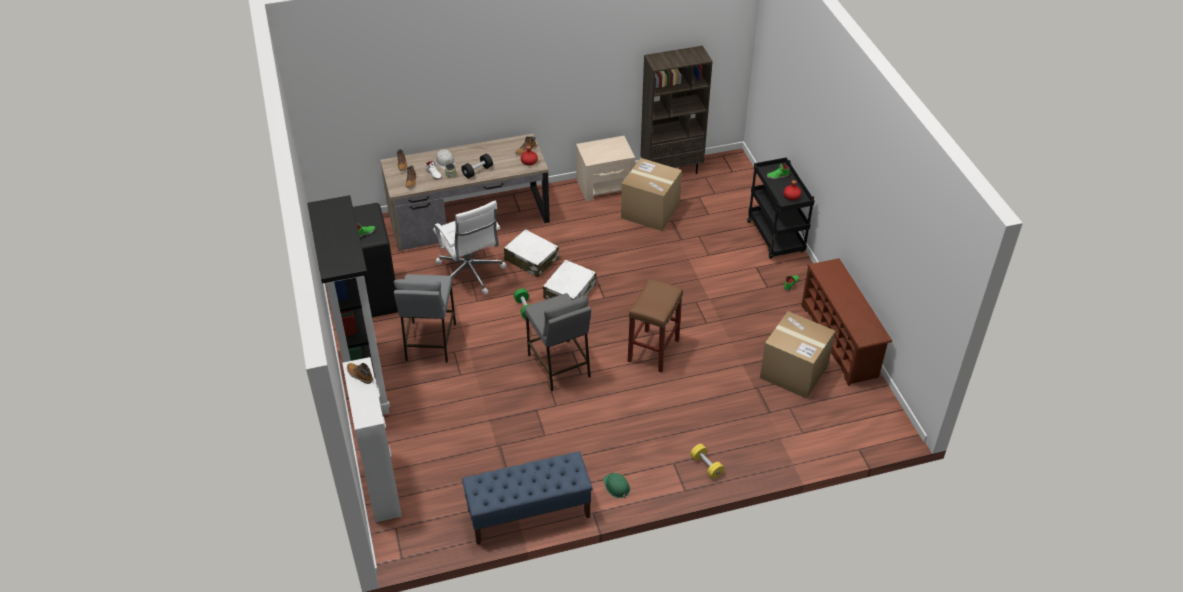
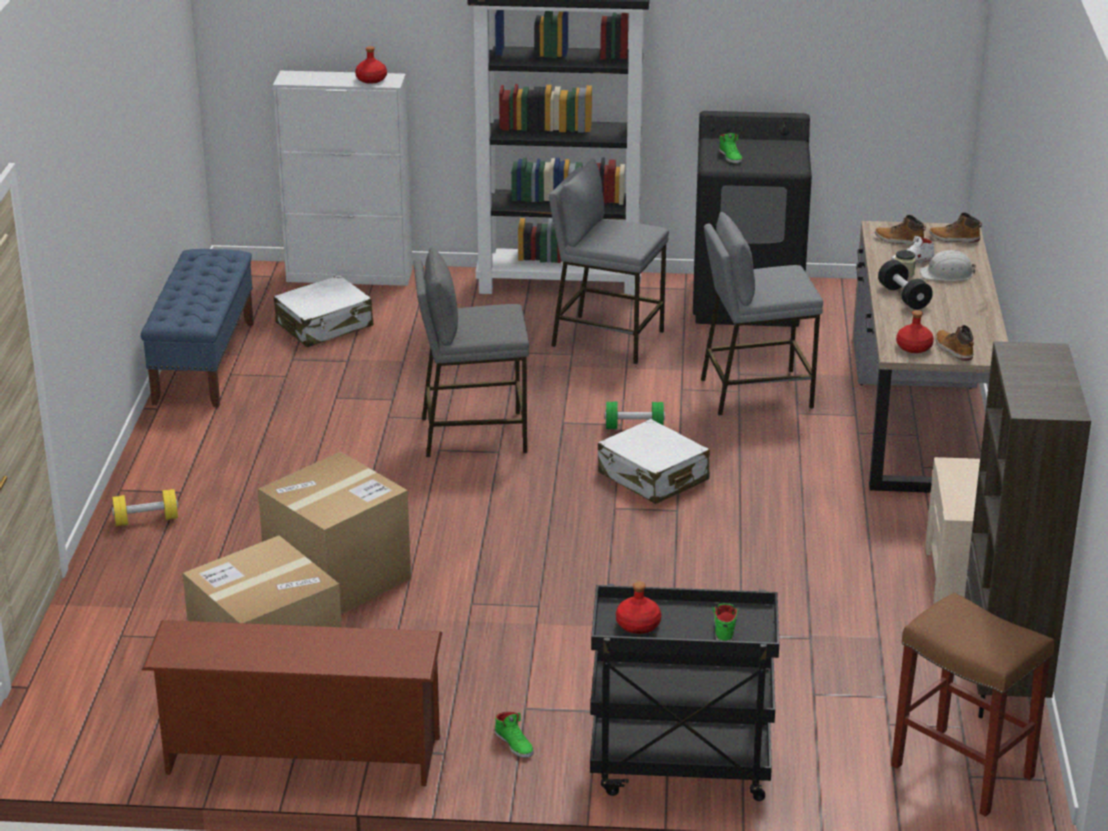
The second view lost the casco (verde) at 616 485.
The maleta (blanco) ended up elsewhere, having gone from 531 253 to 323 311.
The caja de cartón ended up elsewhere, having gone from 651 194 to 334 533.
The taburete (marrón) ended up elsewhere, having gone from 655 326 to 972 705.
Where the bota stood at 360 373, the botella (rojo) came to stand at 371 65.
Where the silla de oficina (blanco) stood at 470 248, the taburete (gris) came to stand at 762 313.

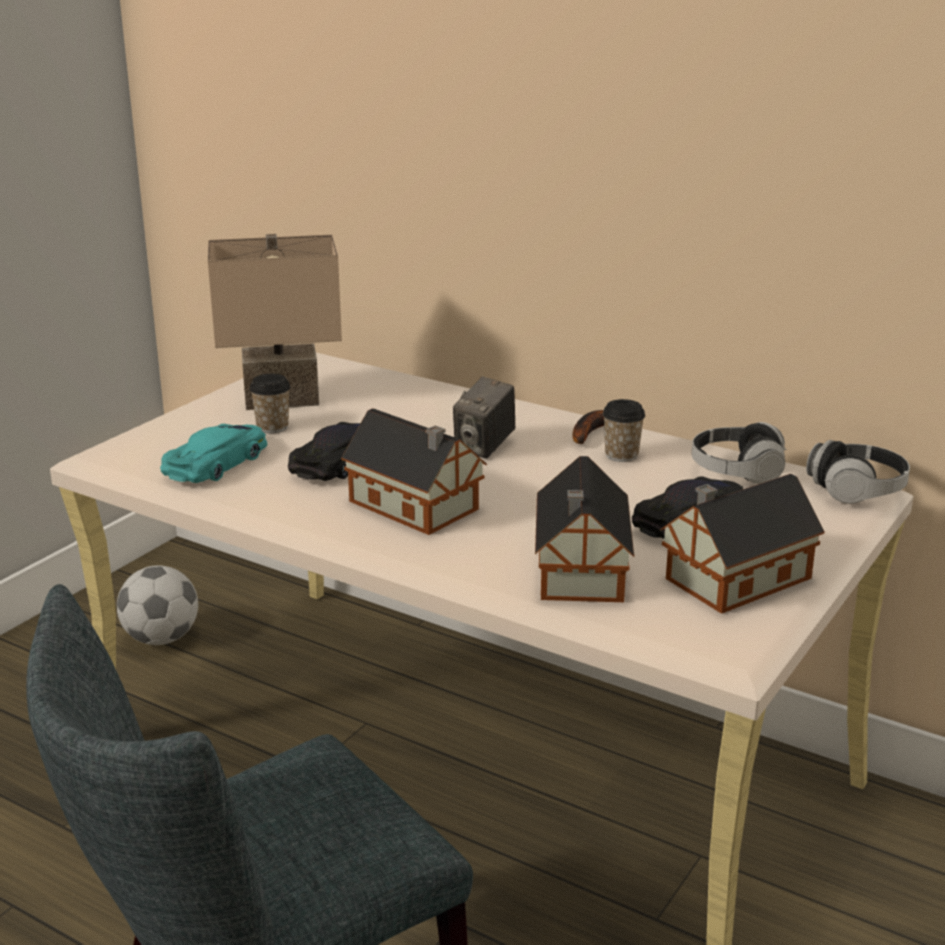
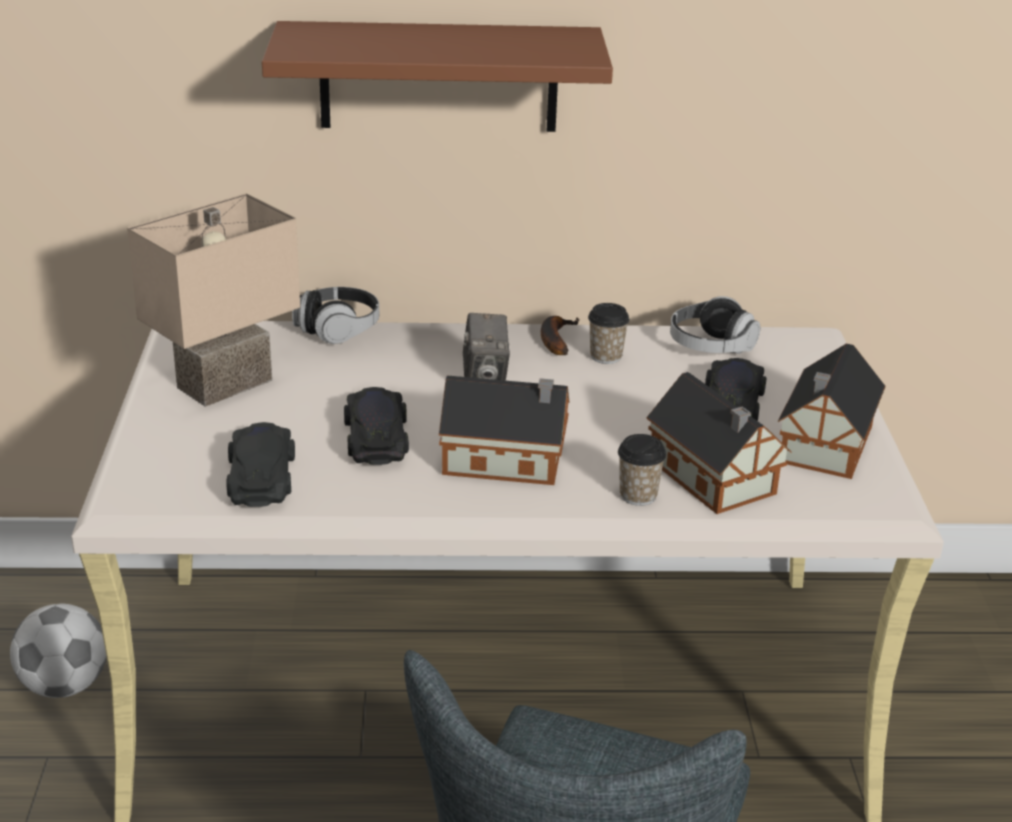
The second view gained the estante (marrón) at 437 76.
The taza ended up elsewhere, having gone from 270 403 to 642 470.
The auriculares ended up elsewhere, having gone from 858 472 to 335 315.
What was the coche de juguete (turquesa) at 213 453 turned into the coche de juguete (negro) at 261 464.

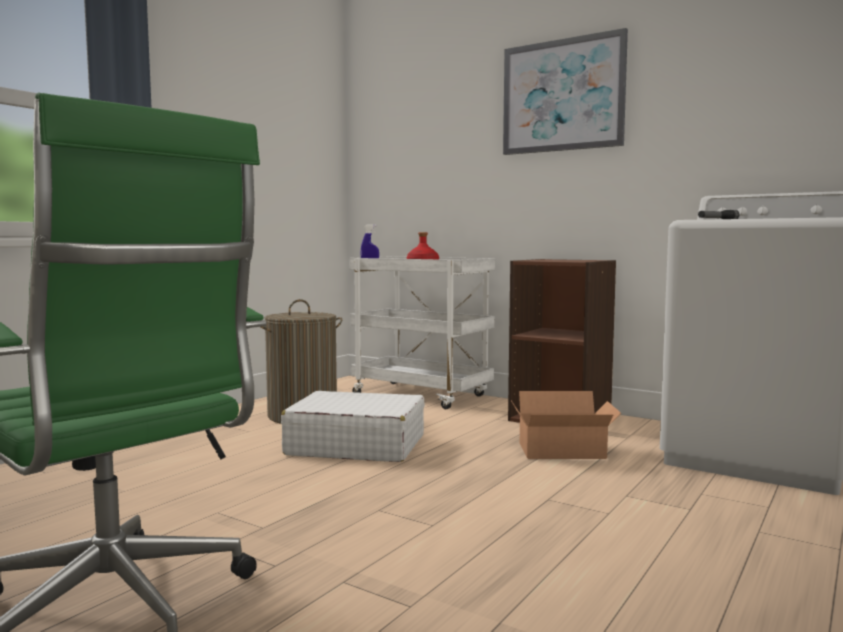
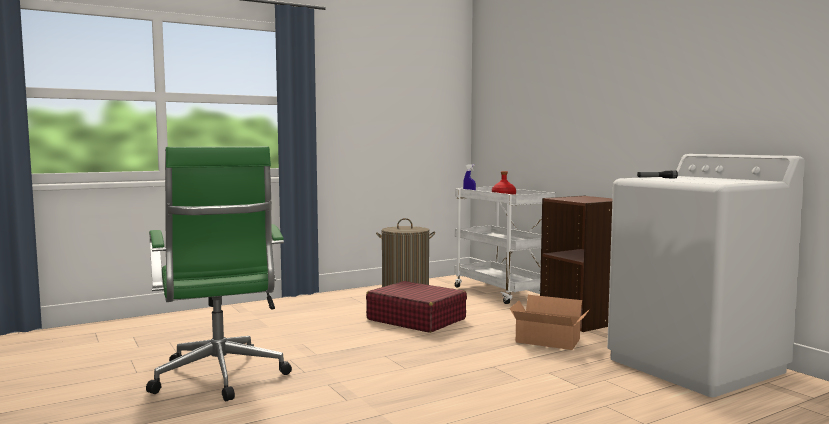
The second view lost the cuadro at 565 91.
What was the maleta (blanco) at 353 426 turned into the maleta (rojo) at 416 307.

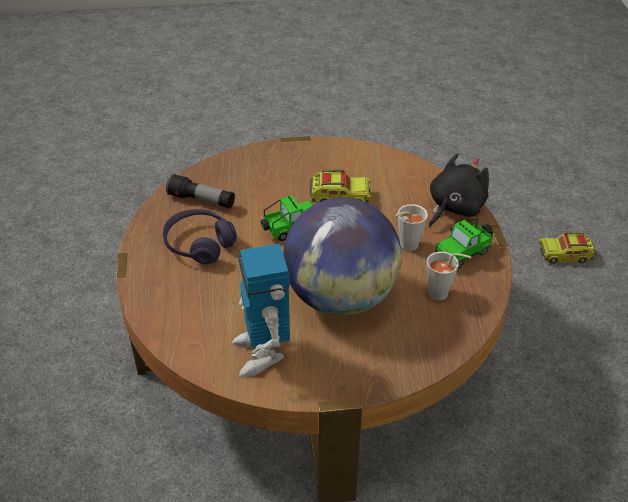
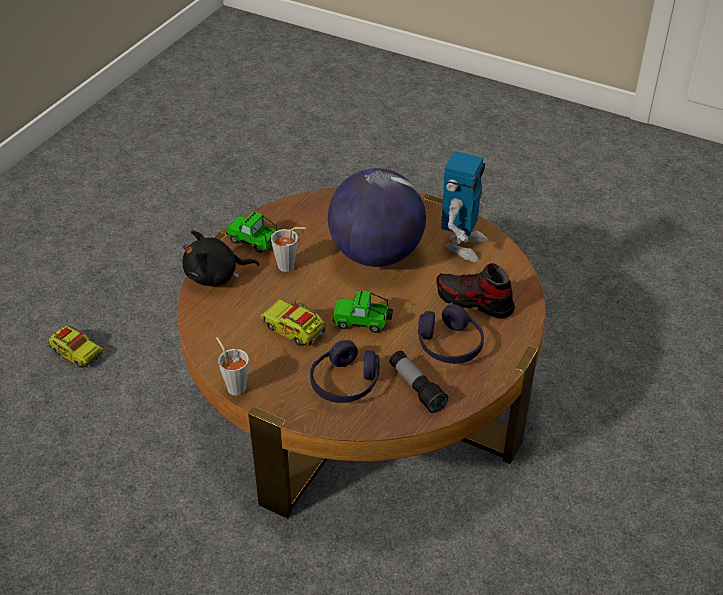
The second view gained the auriculares (morado) at 345 371.
The second view gained the zapato at 475 291.
The taza (gris) ended up elsewhere, having gone from 449 275 to 232 366.
The coche de juguete at 464 243 ended up facing another way, 150 degrees counterclockwise from before.

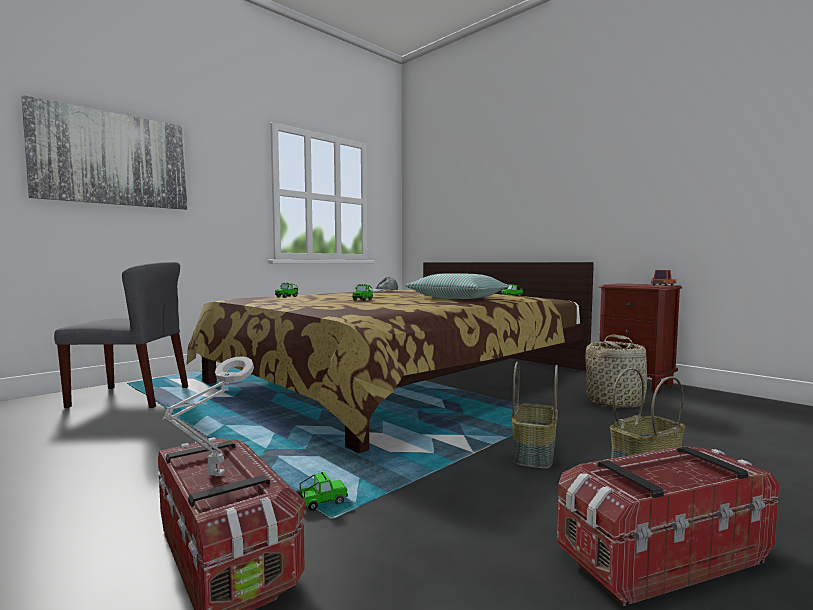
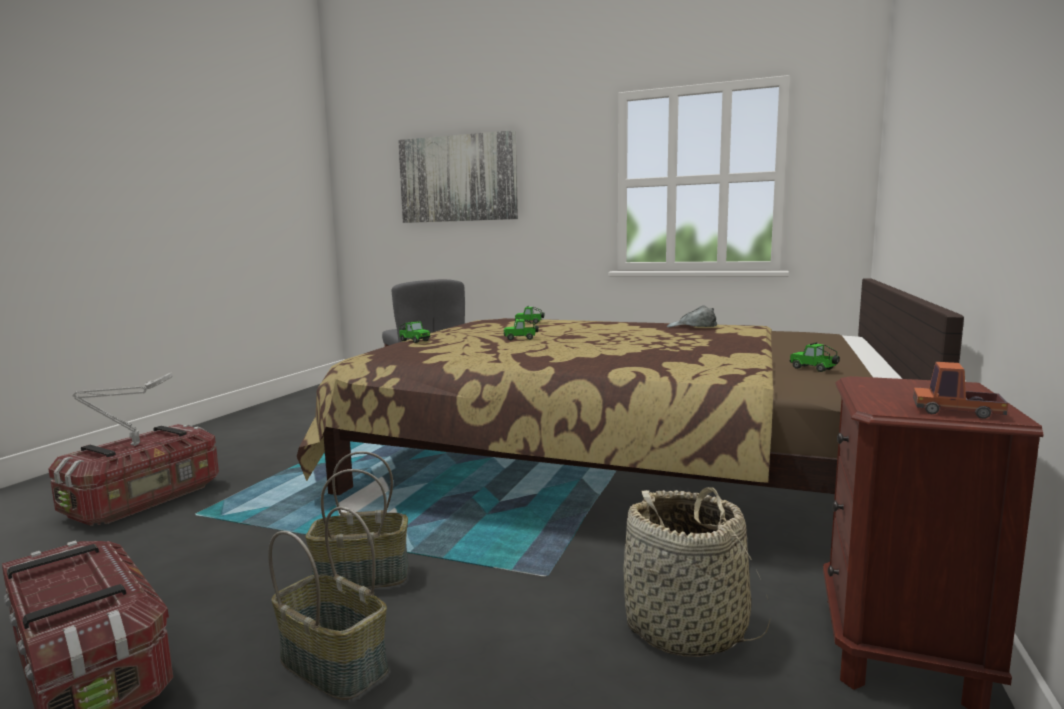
The second view lost the cojín at 457 286.
The coche de juguete ended up elsewhere, having gone from 322 491 to 414 332.

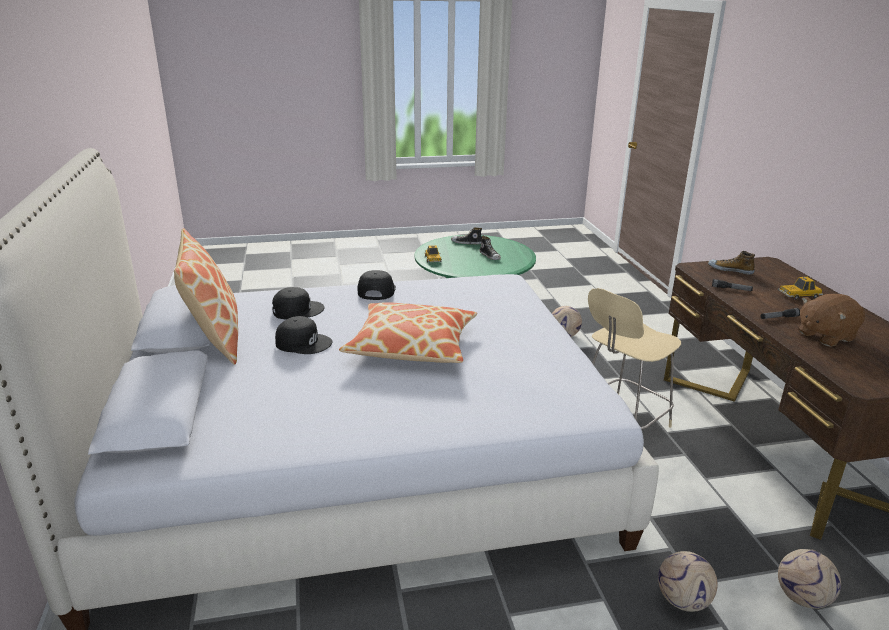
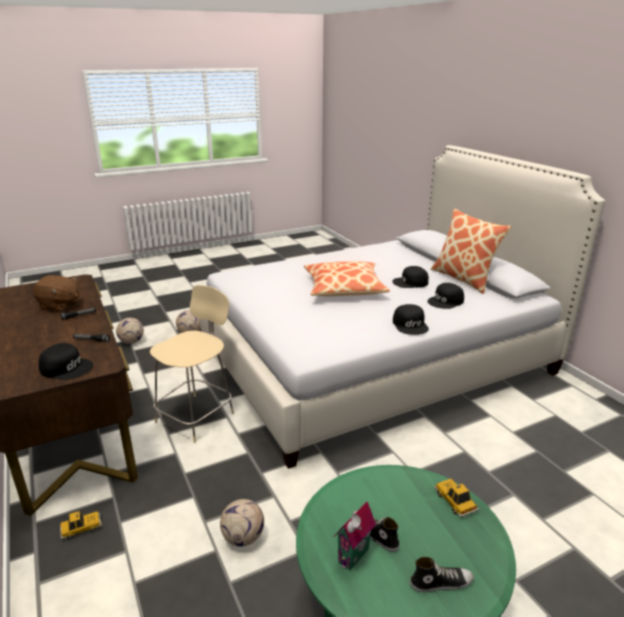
The second view gained the casita at 355 535.
The coche de juguete ended up elsewhere, having gone from 800 288 to 81 525.
Where the zapato stood at 731 263, the gorra (negro) came to stand at 65 361.
The peluche (marrón) at 831 320 ended up facing another way, 60 degrees clockwise from before.

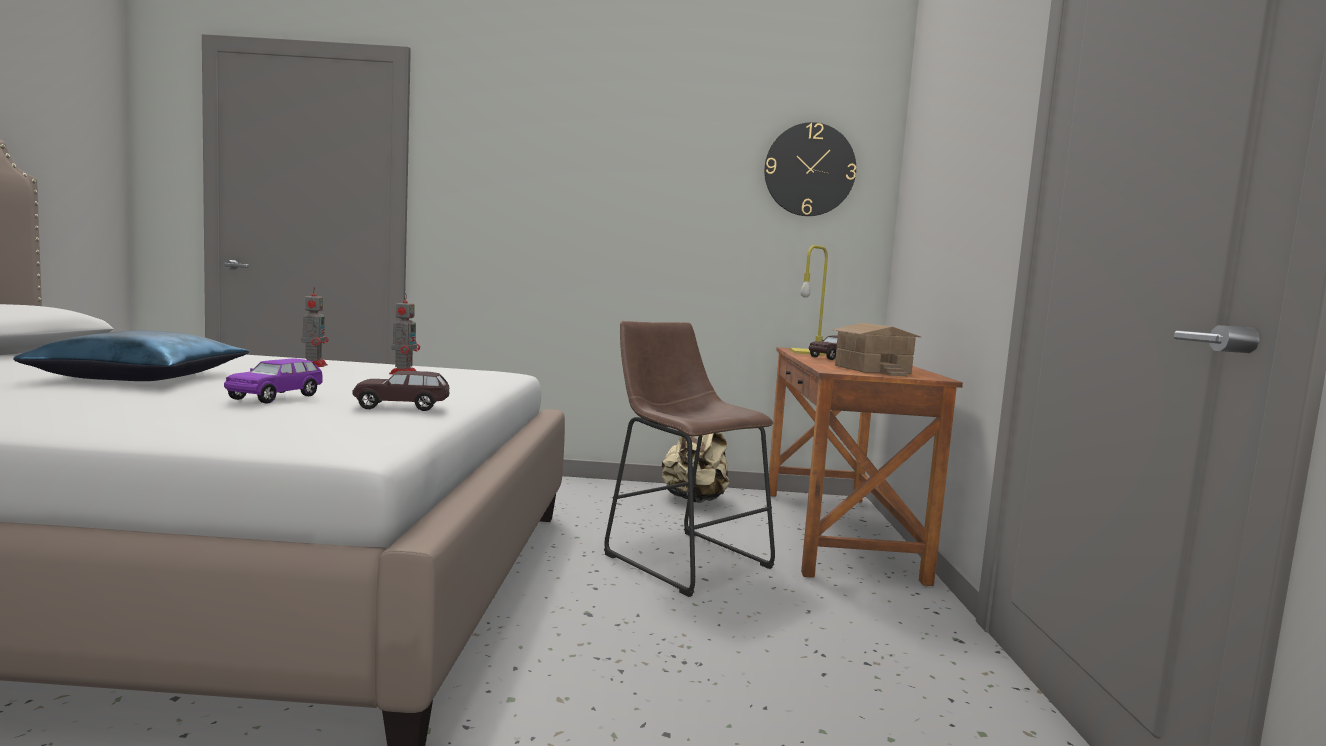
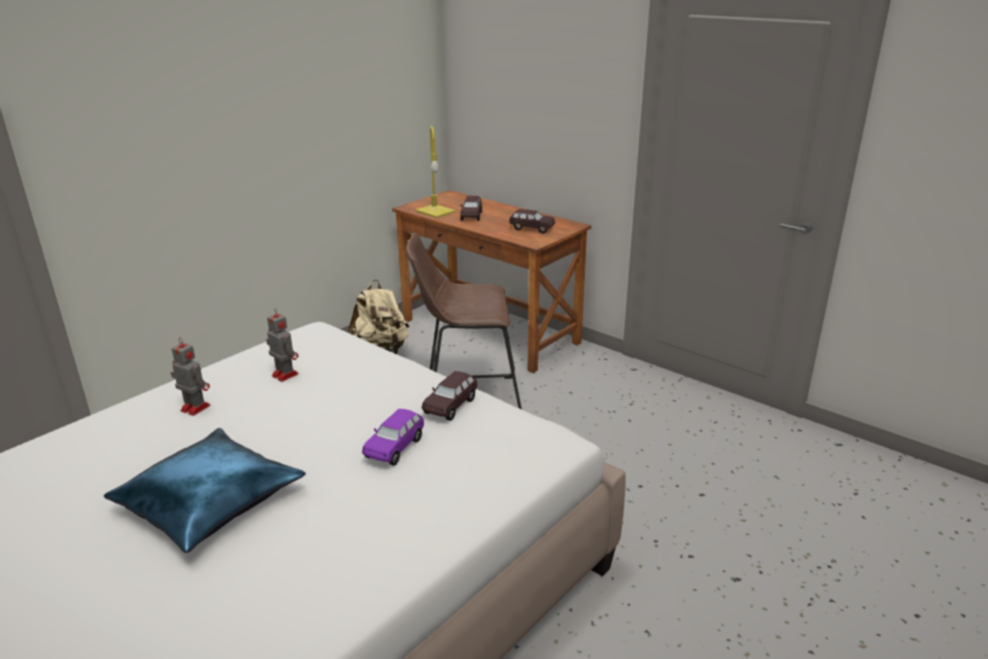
The second view lost the reloj de pared at 810 169.
Where the casita stood at 876 349, the coche de juguete (marrón) came to stand at 532 221.
The coche de juguete (morado) at 273 381 ended up facing another way, 60 degrees clockwise from before.

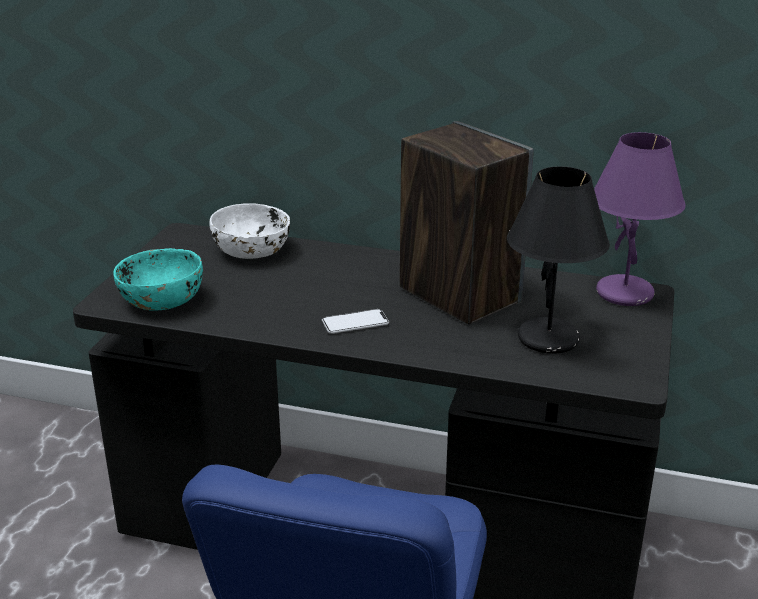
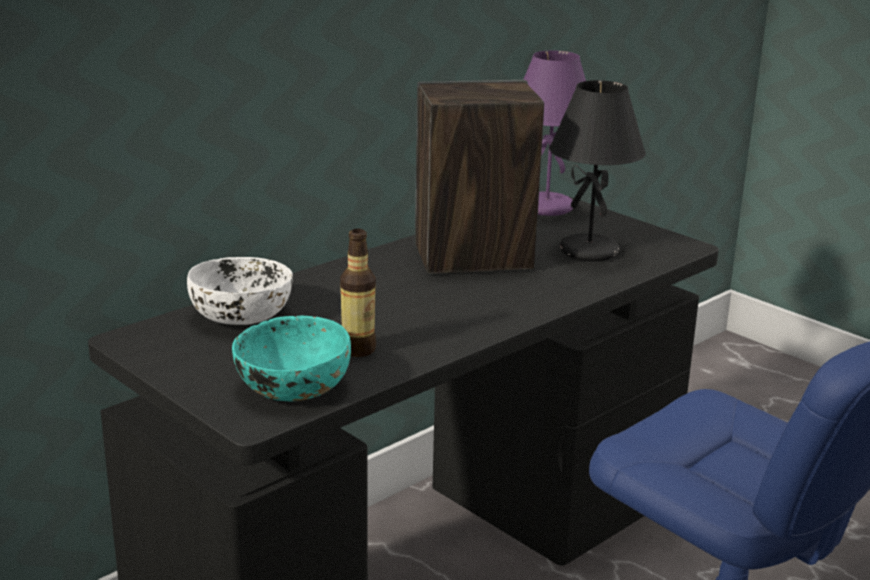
The second view lost the móvil at 355 321.
The second view gained the botella at 358 293.

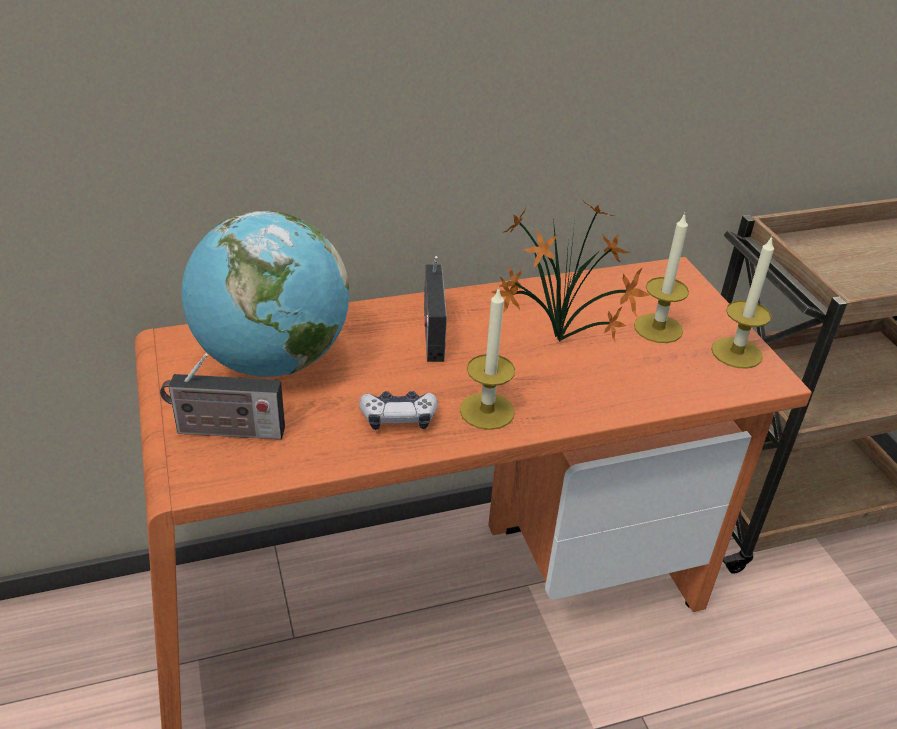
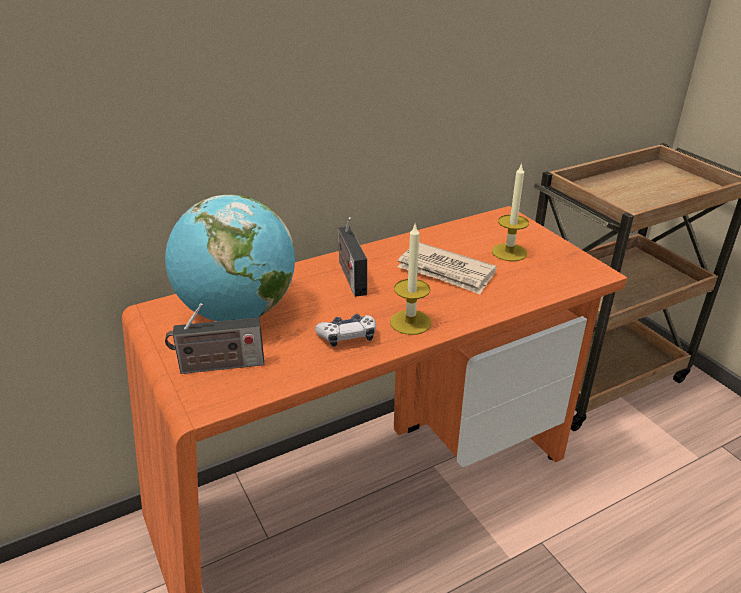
The second view lost the vela at 742 302.
Where the planta en maceta stood at 570 271, the periódico came to stand at 447 268.

